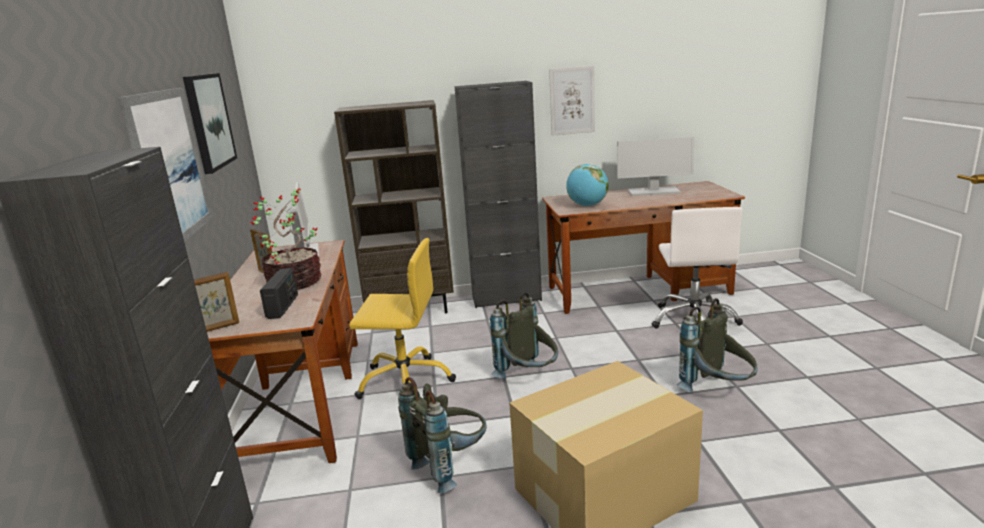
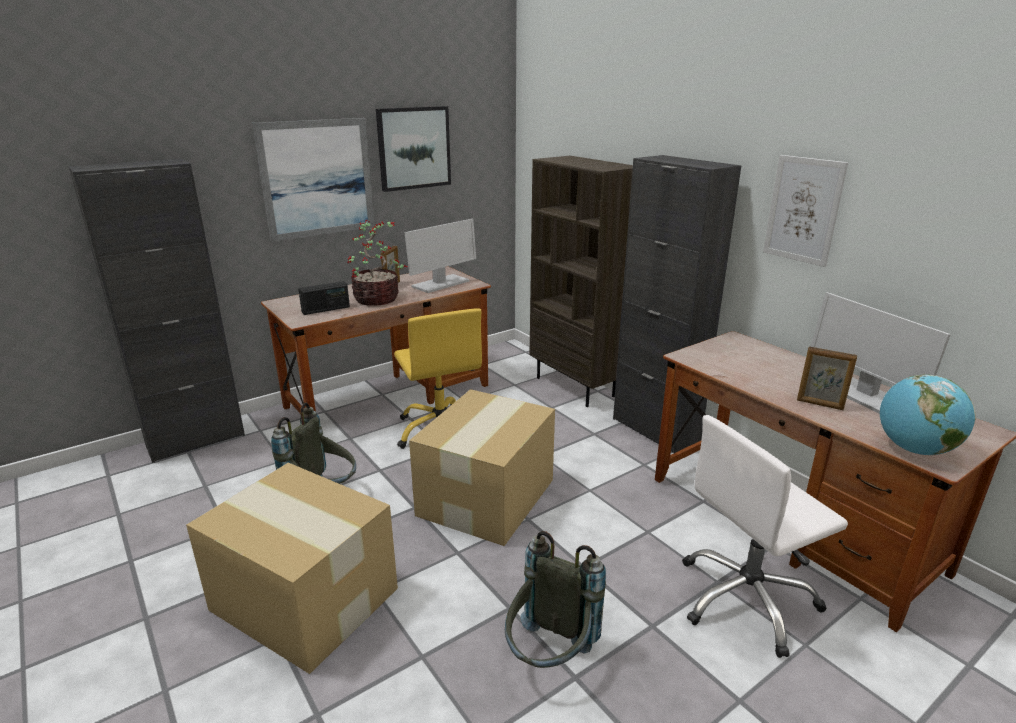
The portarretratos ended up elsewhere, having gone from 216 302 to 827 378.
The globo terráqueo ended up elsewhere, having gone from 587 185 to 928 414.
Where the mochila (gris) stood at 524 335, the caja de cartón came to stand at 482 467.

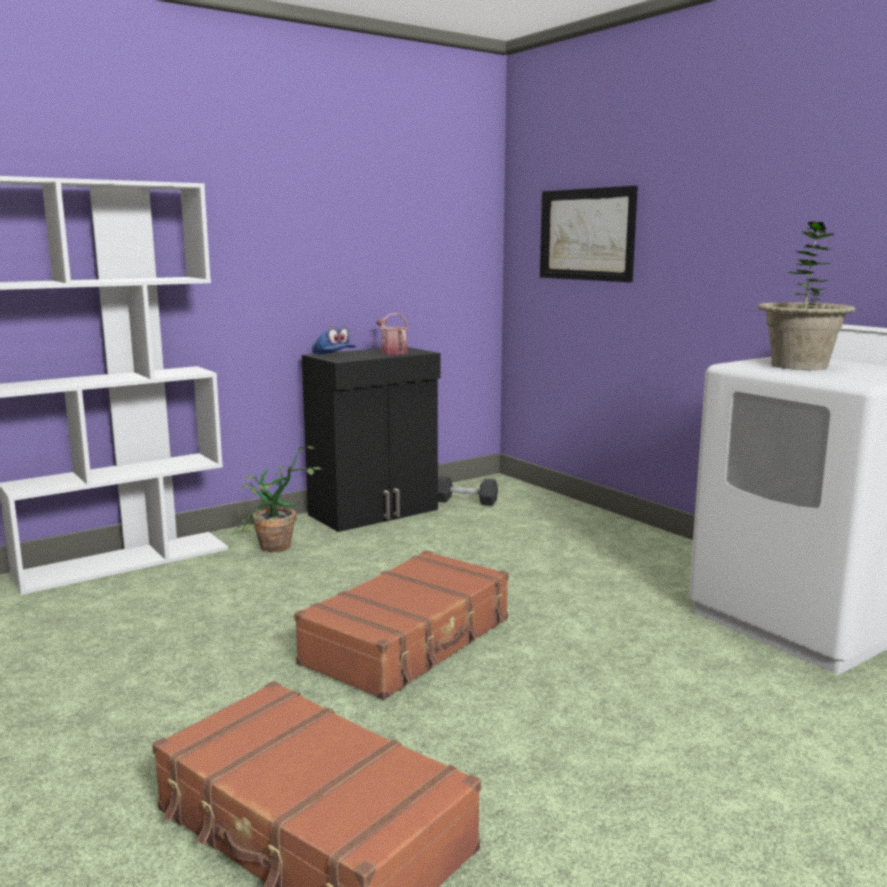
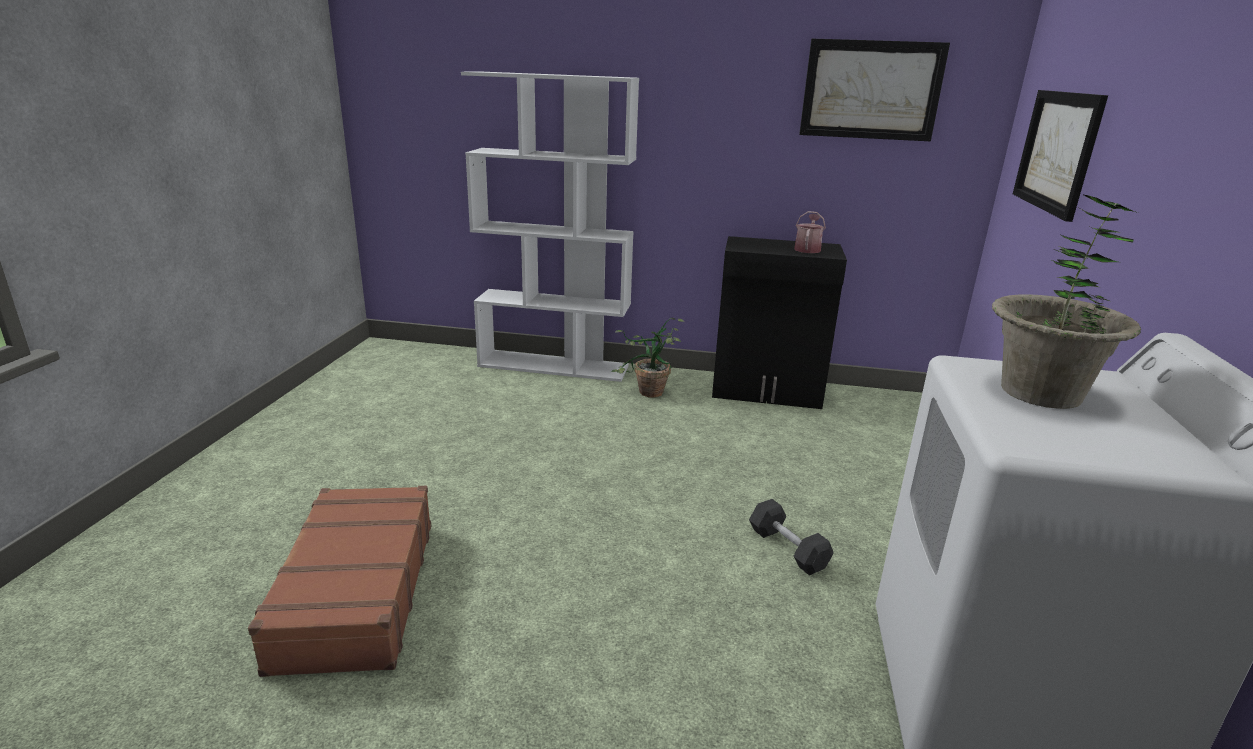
The second view lost the maleta (marrón) at 401 625.
The second view lost the gorra (azul) at 334 341.
The second view gained the cuadro at 874 90.
The mancuerna (gris) ended up elsewhere, having gone from 468 491 to 791 537.

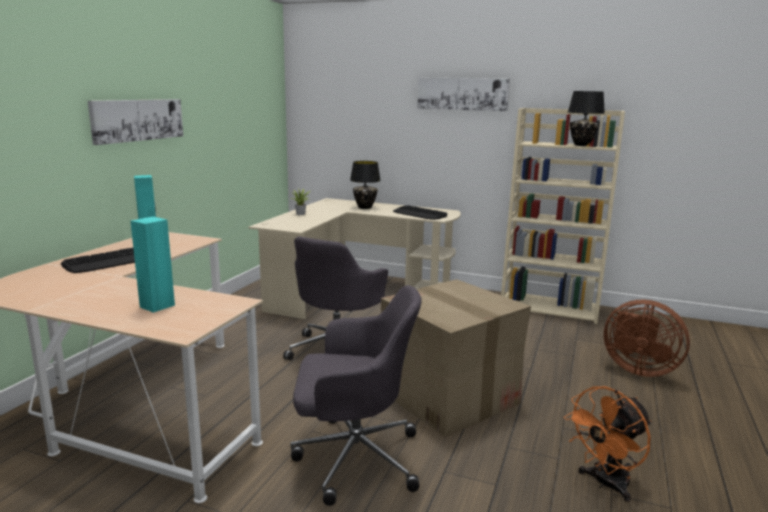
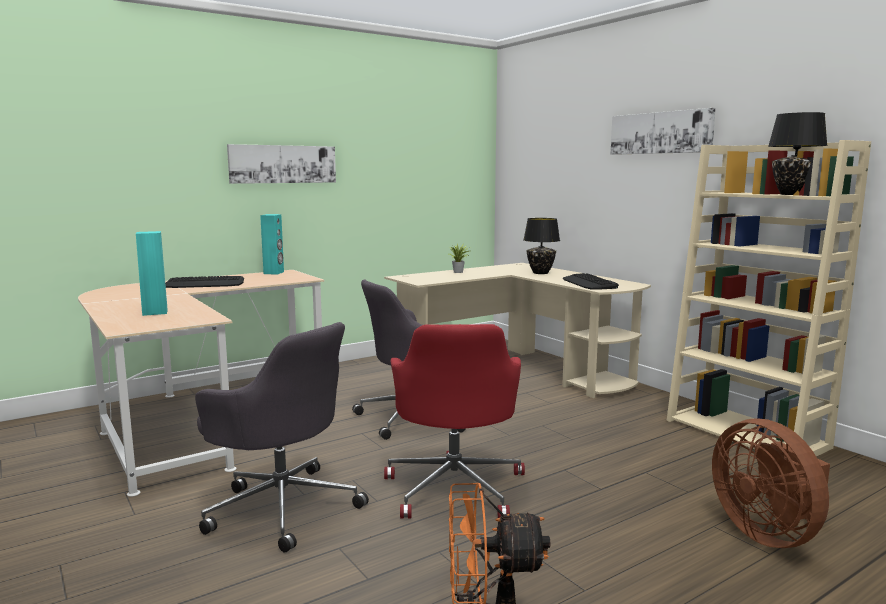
Where the caja de cartón stood at 456 358, the silla de oficina (rojo) came to stand at 454 421.

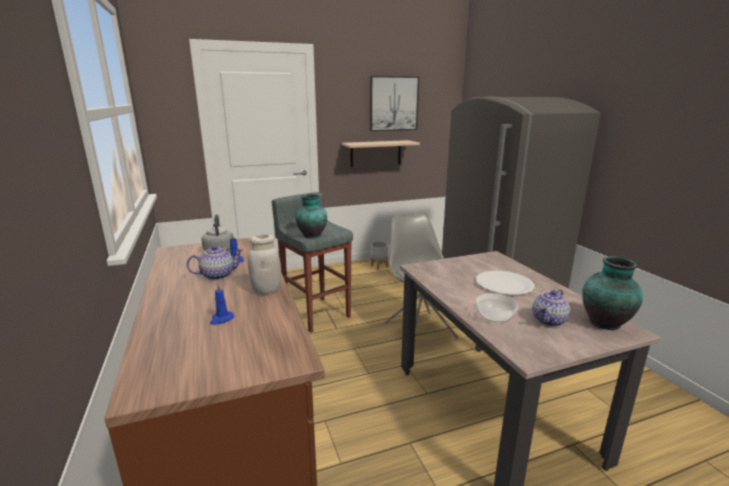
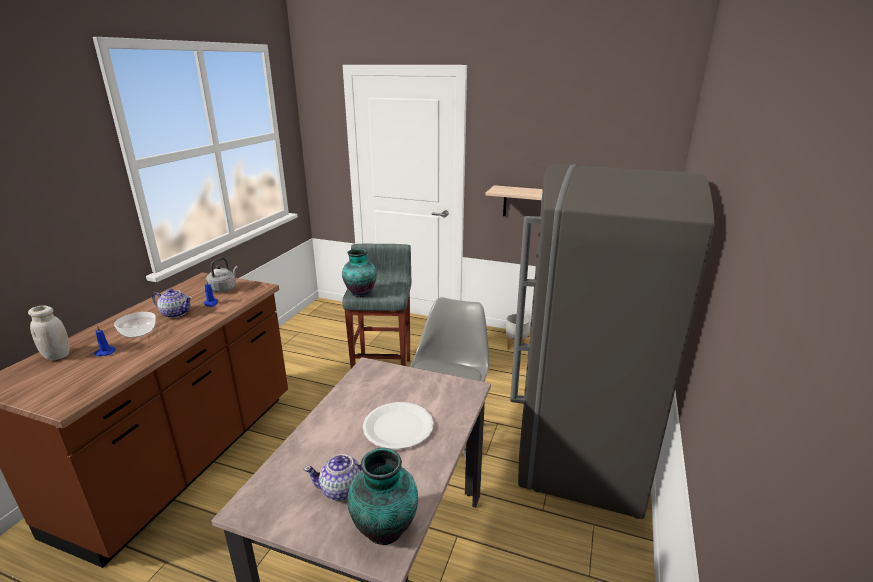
The second view lost the cuadro at 394 103.
The tarro (blanco) ended up elsewhere, having gone from 264 264 to 49 333.
The cuenco ended up elsewhere, having gone from 497 307 to 135 325.

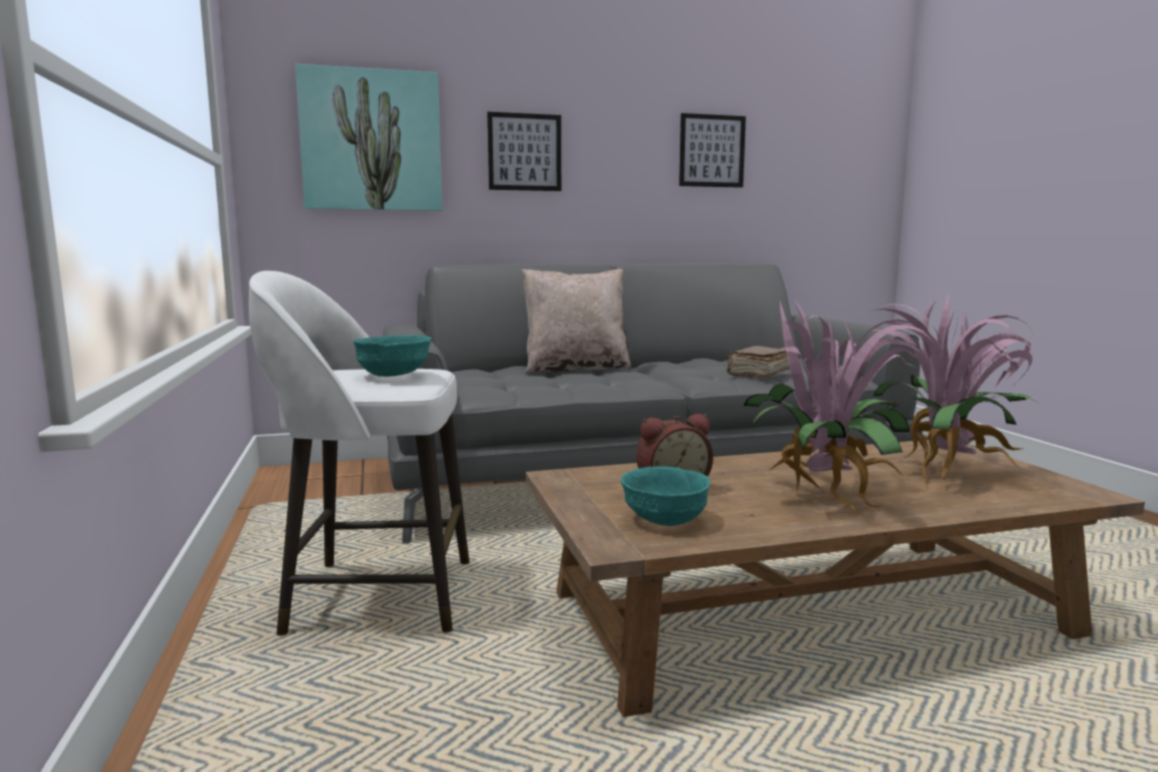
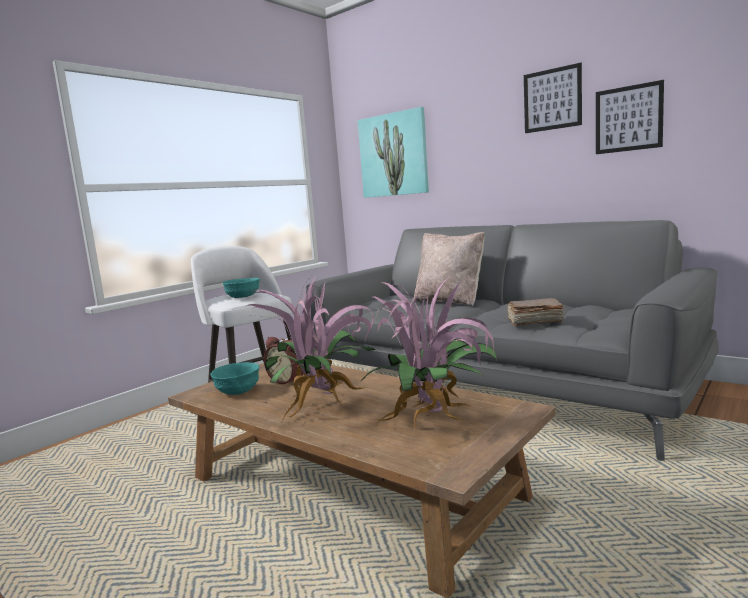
The cuadro ended up elsewhere, having gone from 524 151 to 553 98.

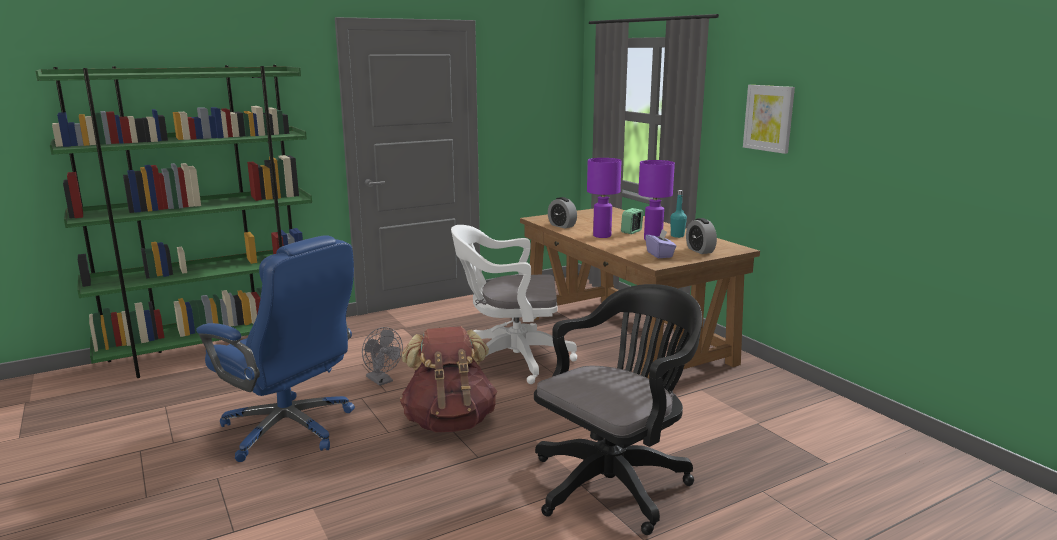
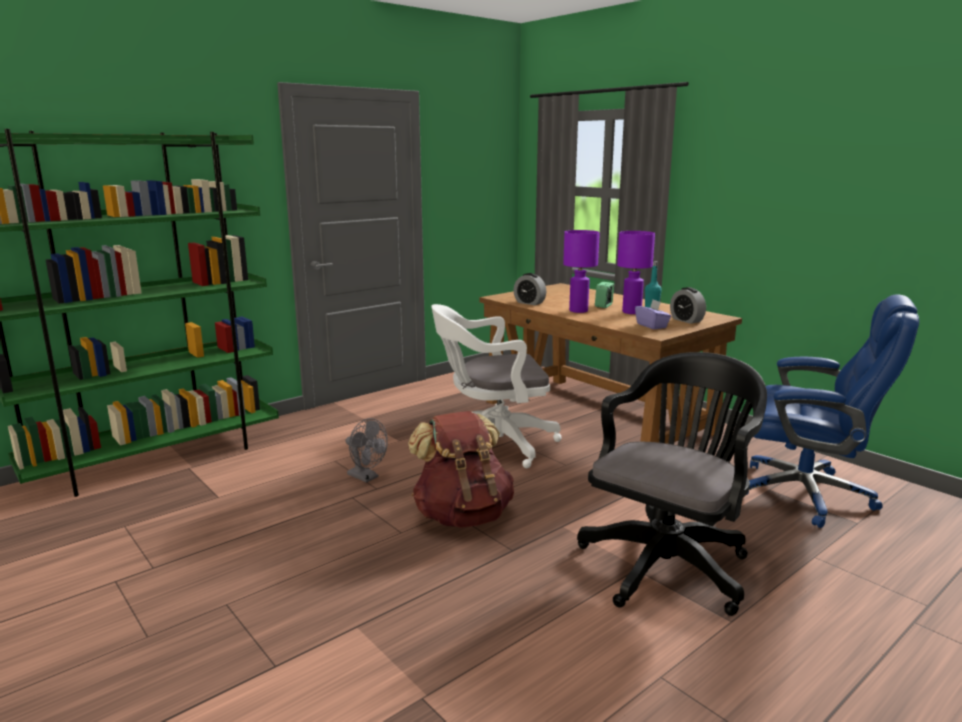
The second view lost the cuadro at 769 119.
The silla de oficina (azul) ended up elsewhere, having gone from 275 348 to 832 411.

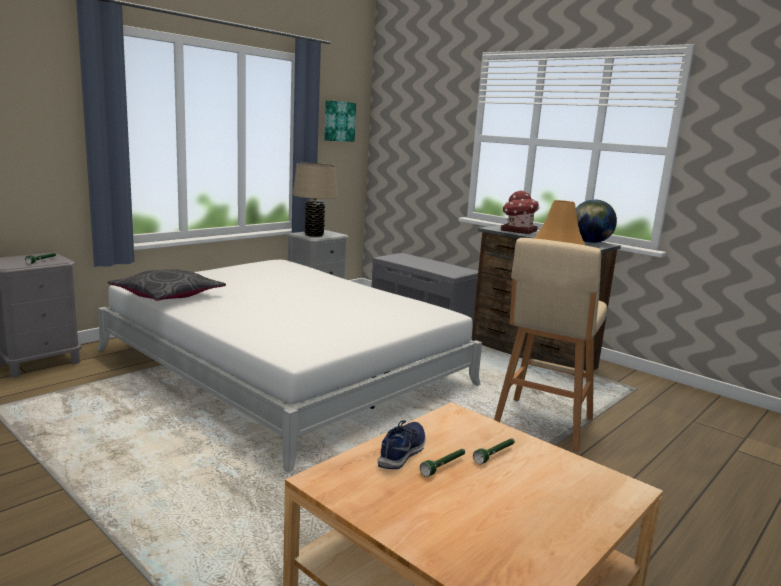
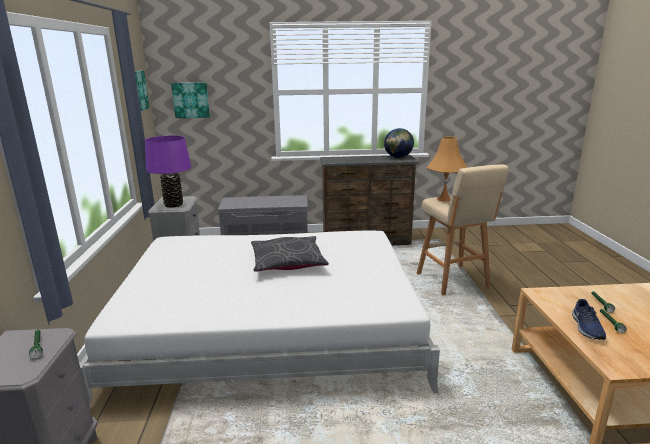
The second view lost the casita at 520 212.
The second view gained the cuadro at 190 100.
The cojín (gris) ended up elsewhere, having gone from 167 285 to 290 254.
What was the lámpara de mesa (beis) at 315 200 turned into the lámpara de mesa (morado) at 168 172.
The zapato (azul) at 402 444 ended up facing another way, 150 degrees counterclockwise from before.

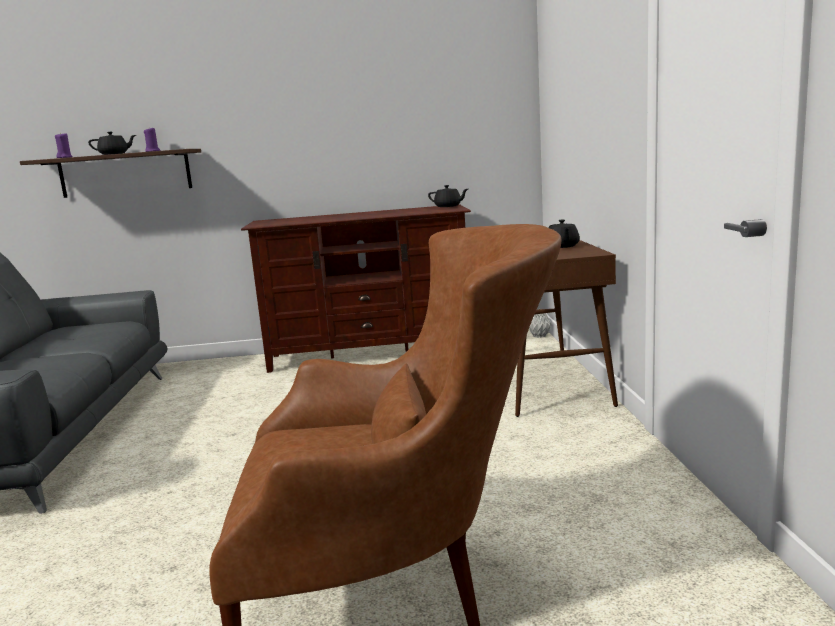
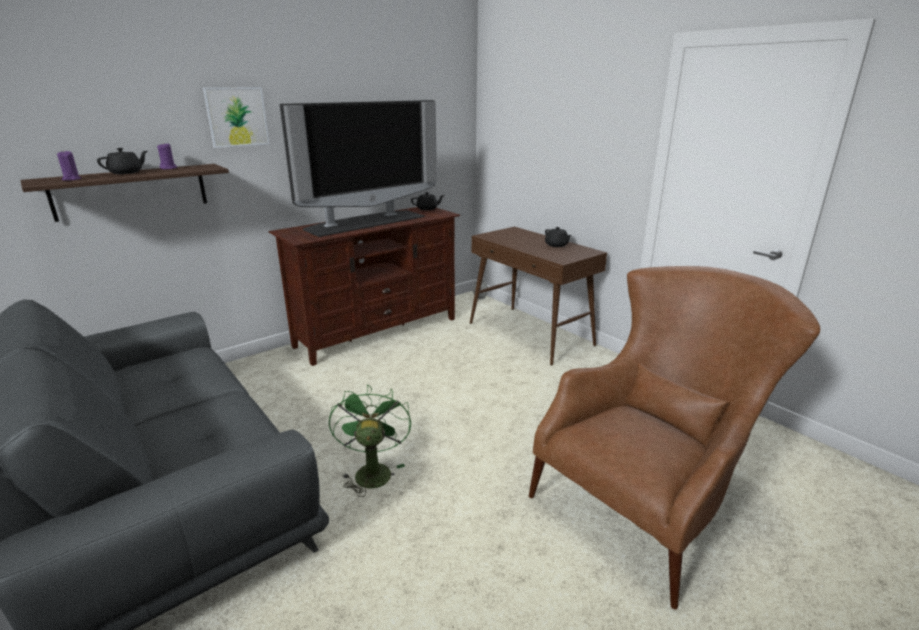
The second view gained the cuadro at 236 117.
The second view gained the televisor at 358 168.
The second view gained the ventilador (verde) at 370 440.

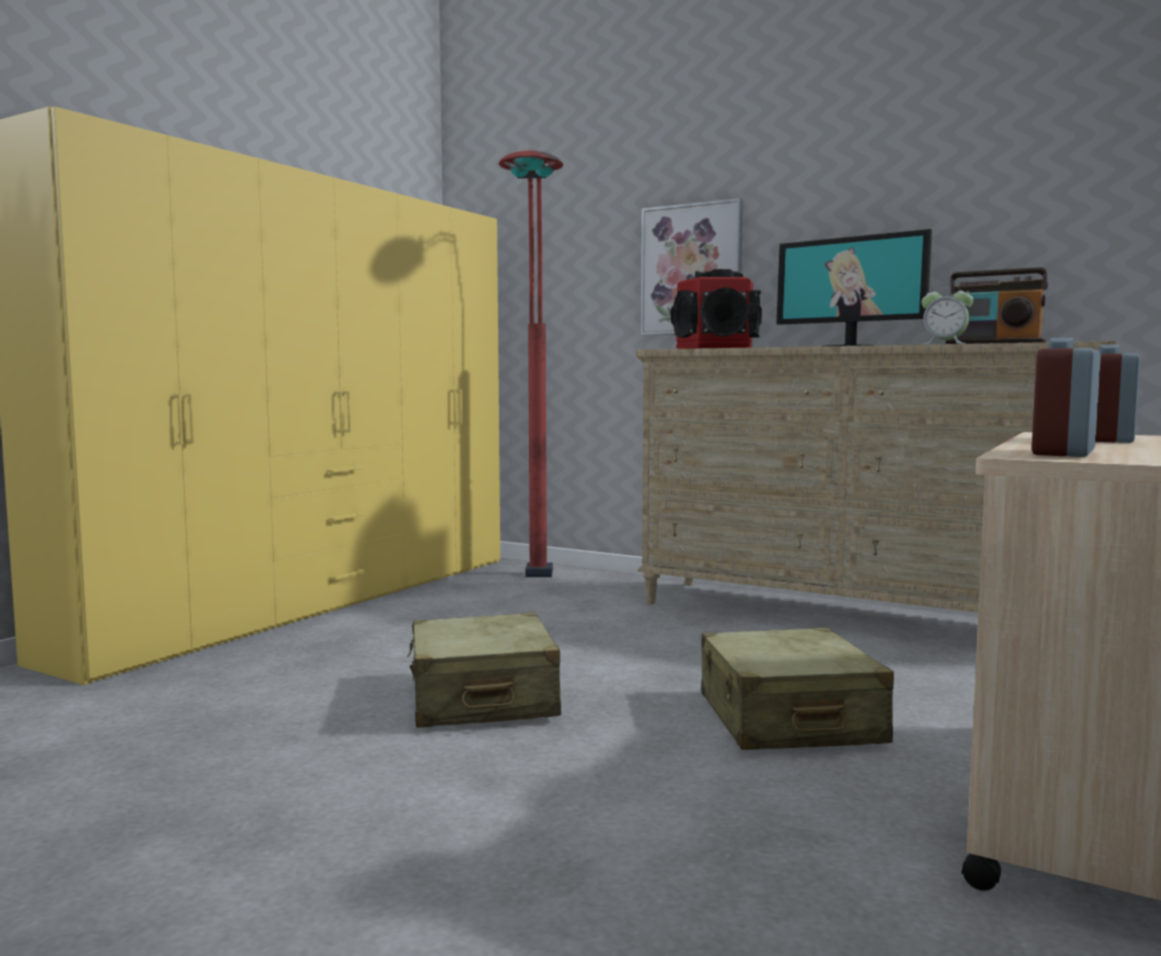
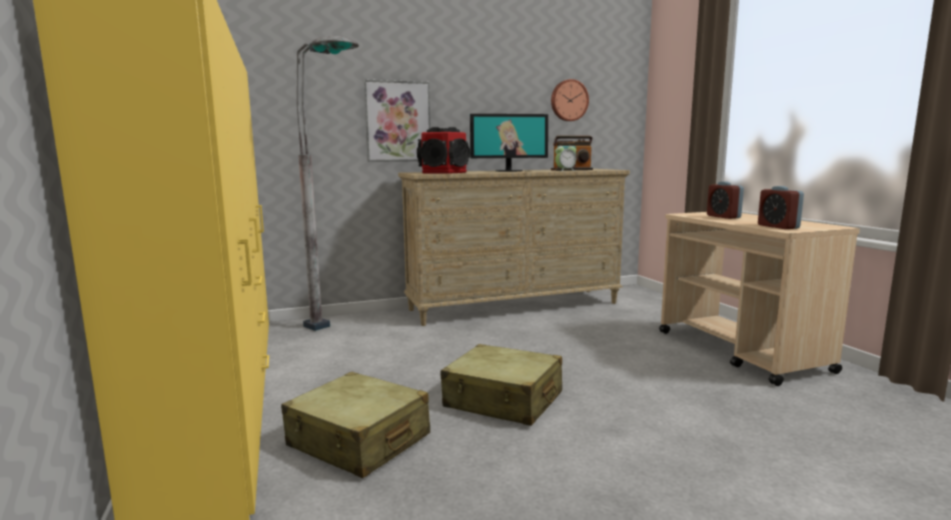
The second view gained the reloj de pared at 570 100.
The maleta (beis) ended up elsewhere, having gone from 797 689 to 355 425.
What was the lámpara de pie (rojo) at 531 363 turned into the lámpara de pie (gris) at 328 183.

